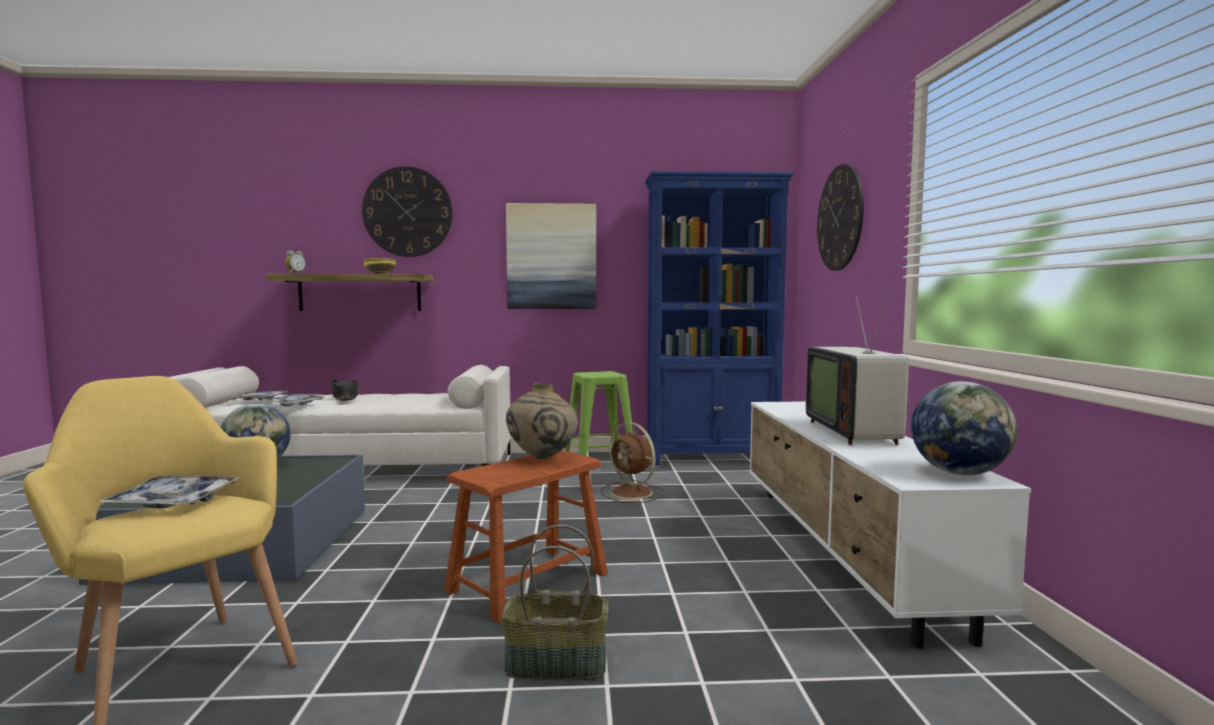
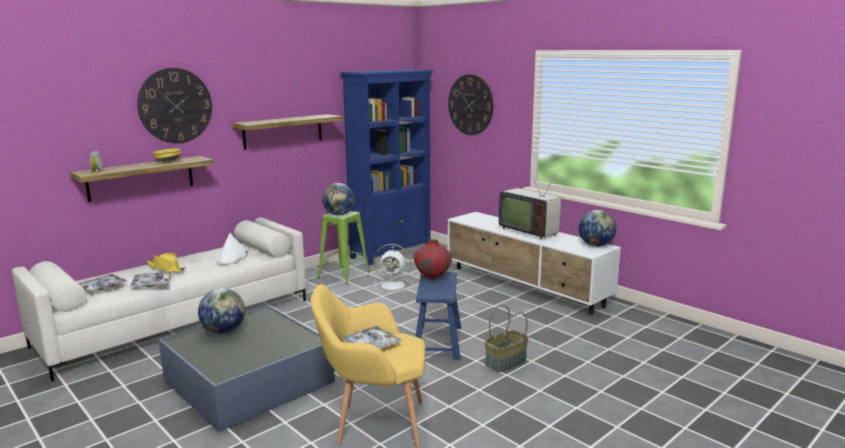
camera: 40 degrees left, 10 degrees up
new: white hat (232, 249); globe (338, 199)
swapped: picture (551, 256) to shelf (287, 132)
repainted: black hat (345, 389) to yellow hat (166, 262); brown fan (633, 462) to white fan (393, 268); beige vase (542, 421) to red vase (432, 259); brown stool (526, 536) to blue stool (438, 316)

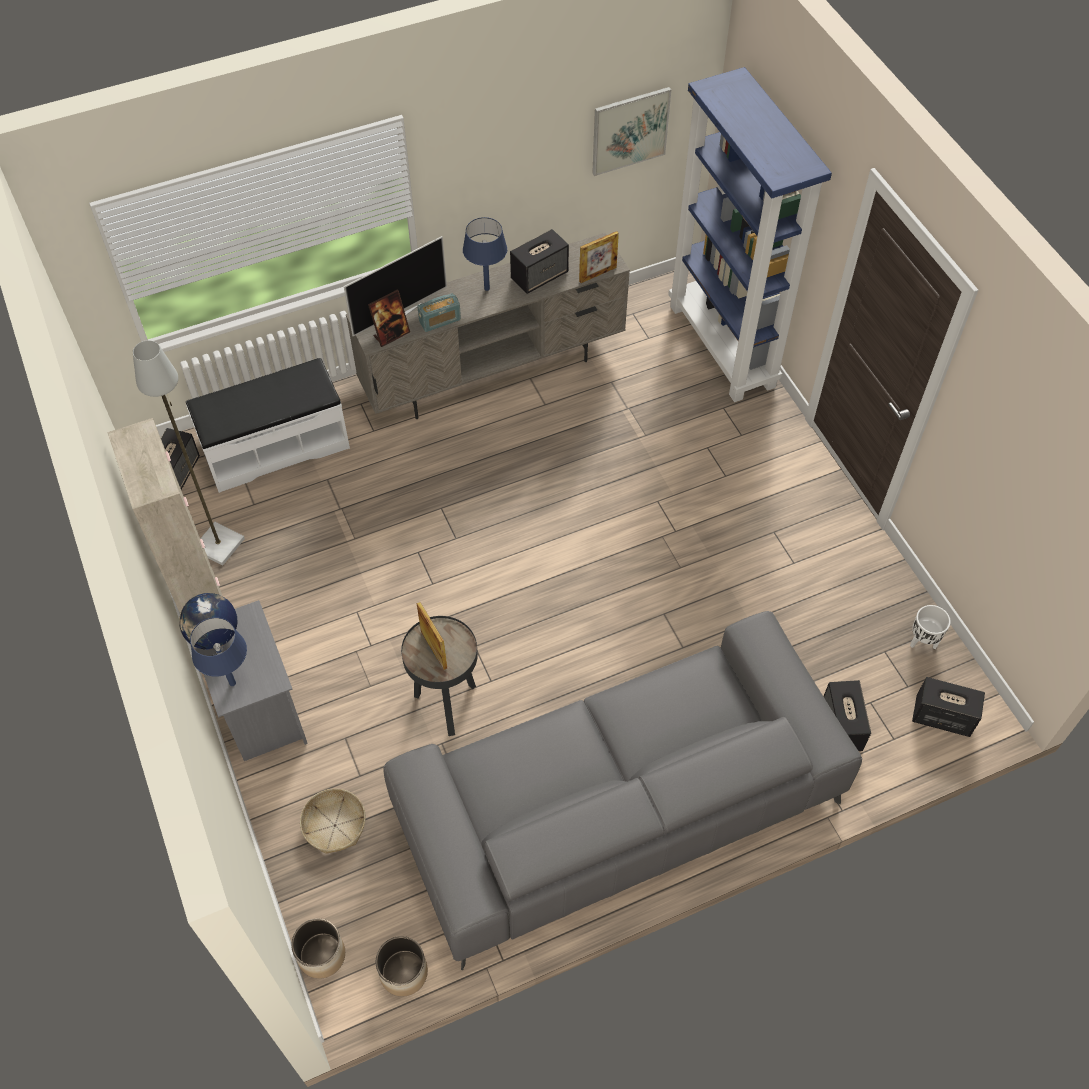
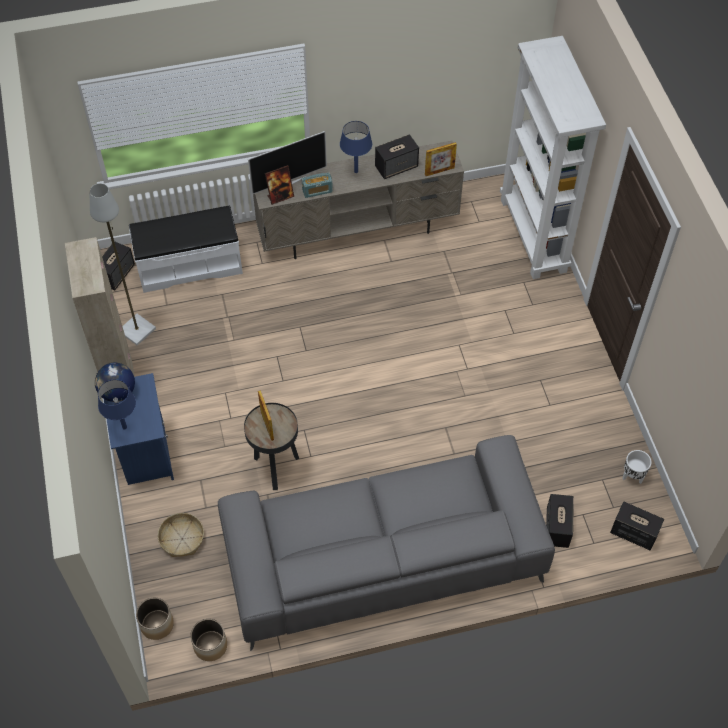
camera: 10 degrees right, 0 degrees up
gone: picture (631, 131)
repainted: grey nightstand (251, 680) to blue nightstand (139, 429); blue bookcase (750, 234) to white bookcase (553, 157)

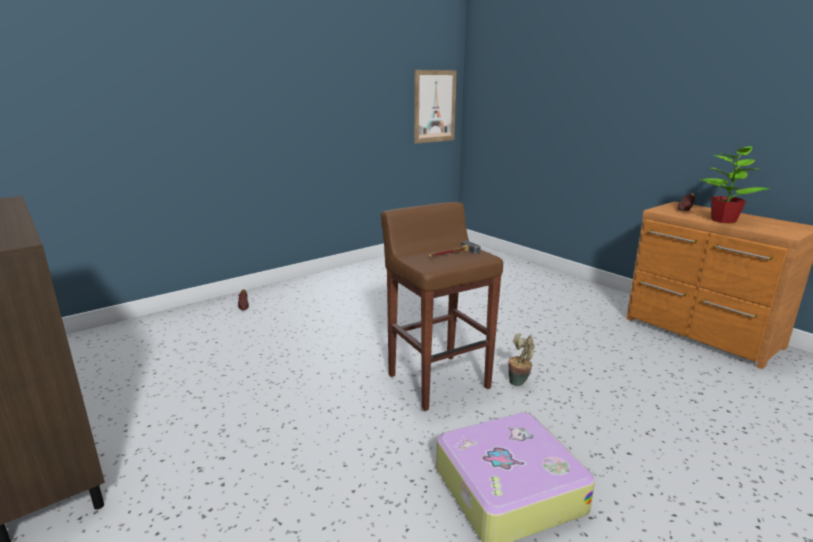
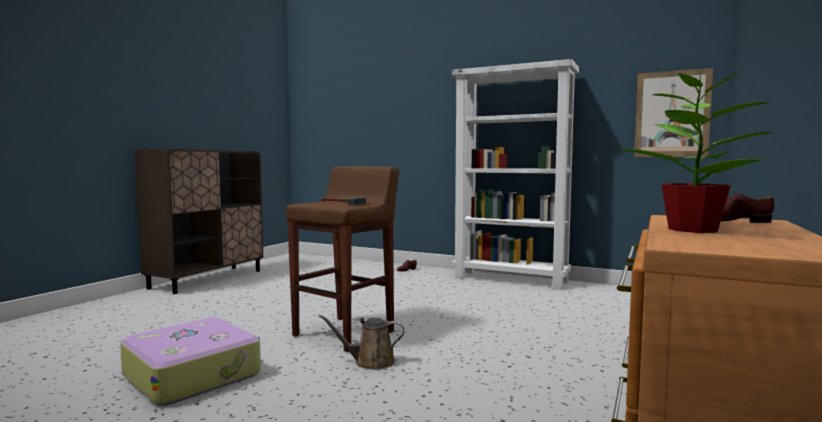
camera: 65 degrees right, 15 degrees down
new: white bookcase (515, 174)
swapped: potted plant (521, 359) to brown watering can (361, 342)

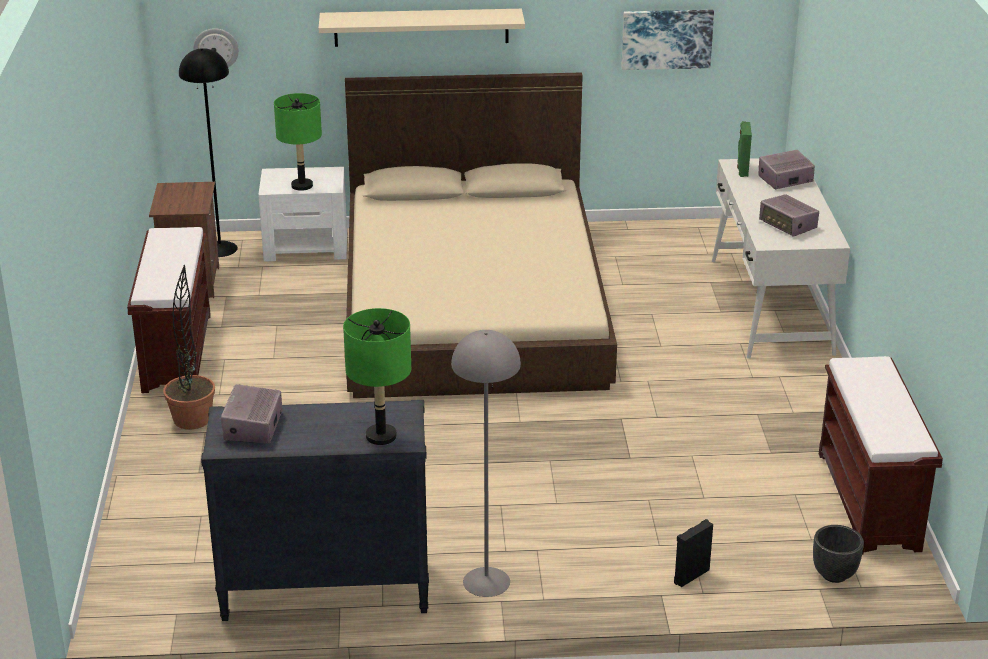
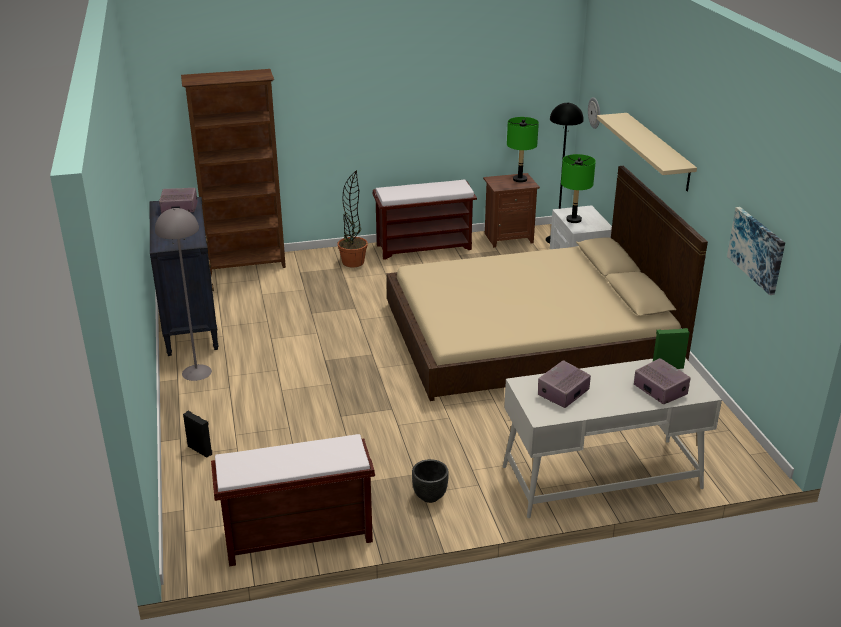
camera: 80 degrees right, 0 degrees up
new: brown bookcase (233, 172)
shifted: black planter (838, 554) to (430, 481); green table lamp (377, 376) to (523, 150)

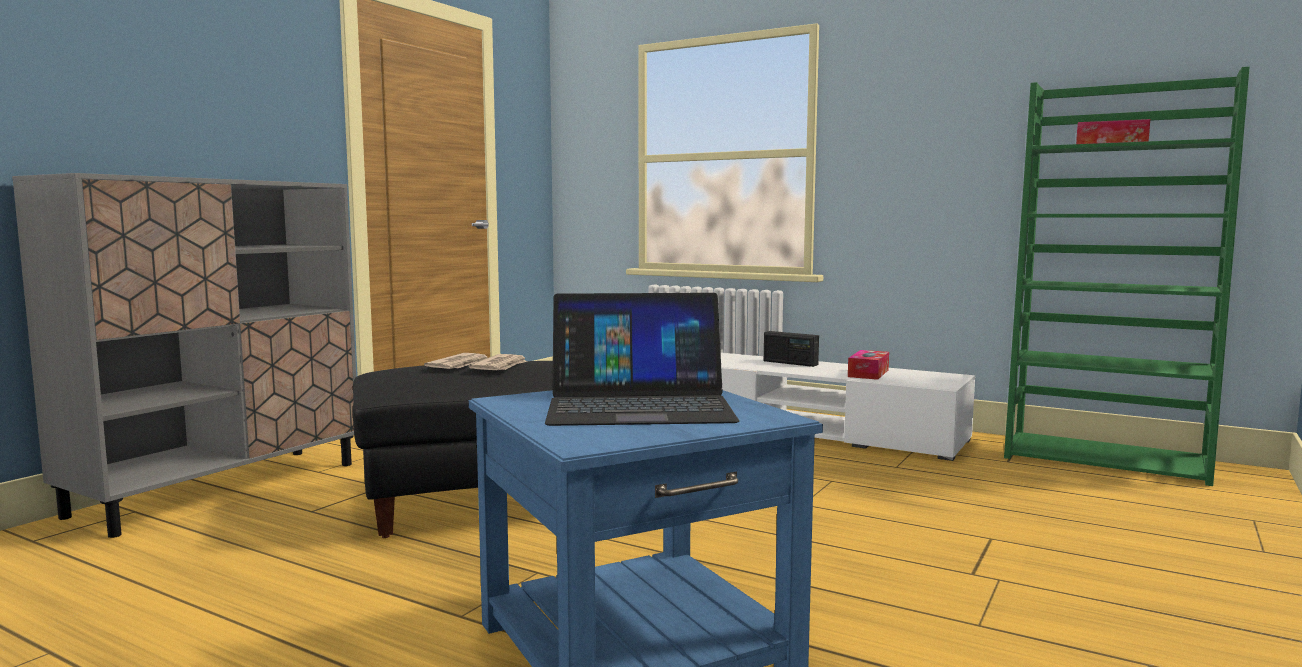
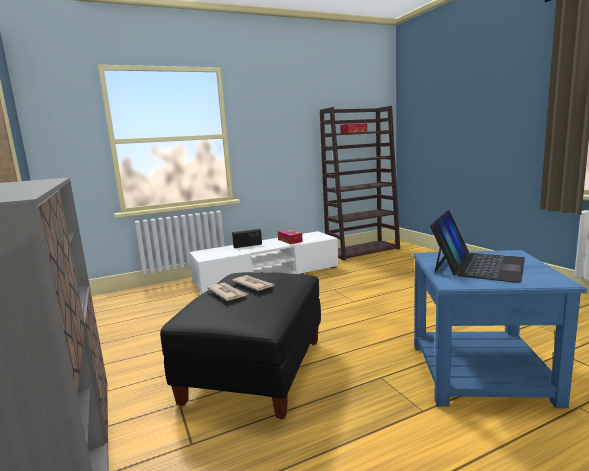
camera: 55 degrees left, 5 degrees up
repainted: green bookcase (1127, 276) to brown bookcase (360, 183)

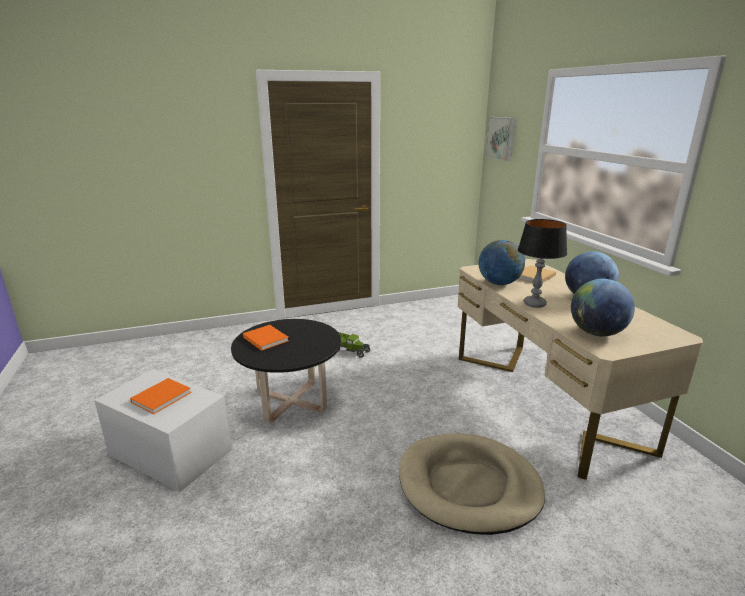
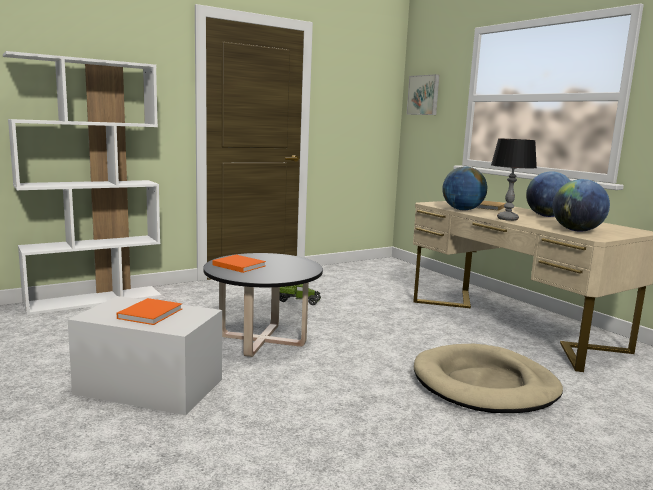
camera: 15 degrees left, 10 degrees down
new: white bookcase (82, 183)

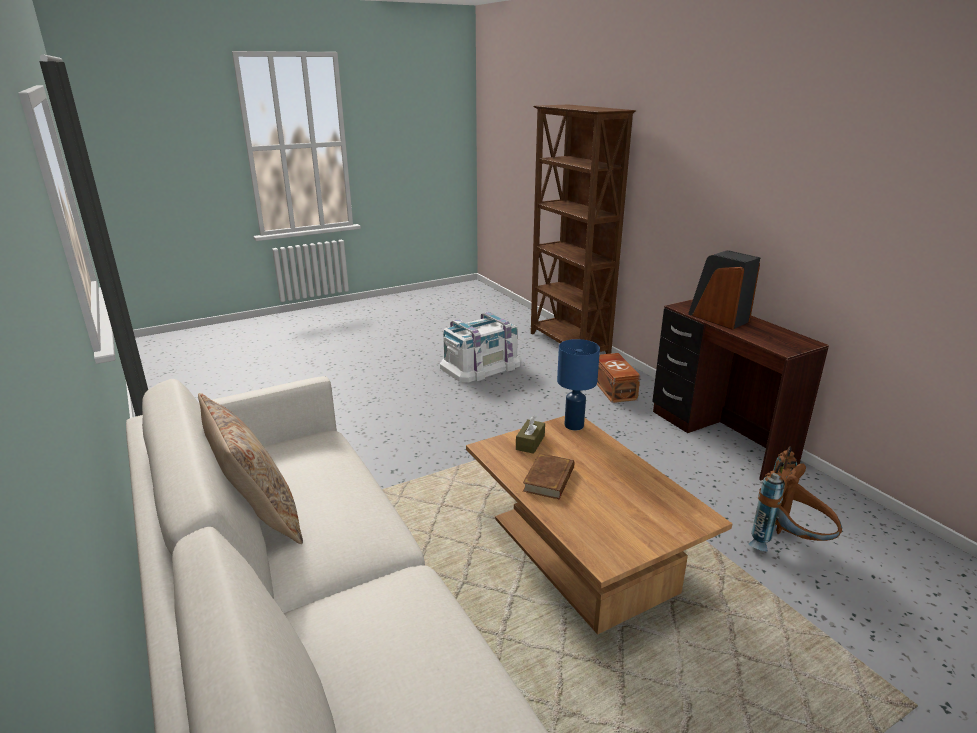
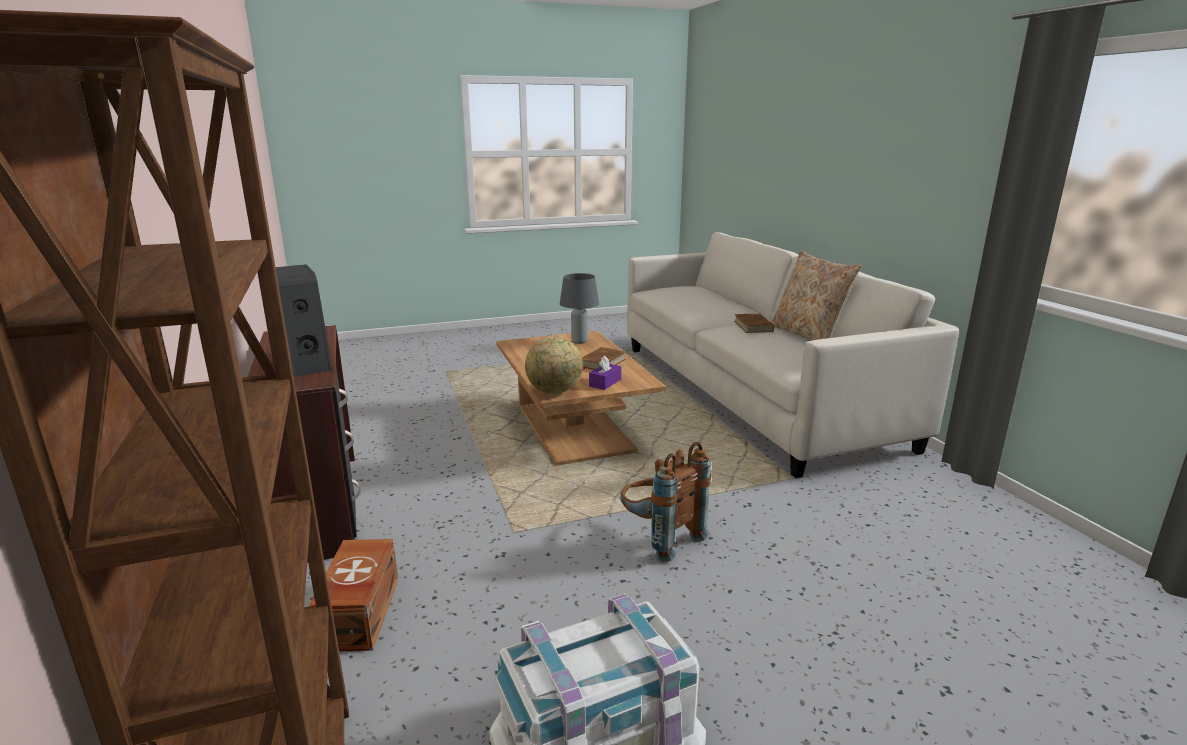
camera: 170 degrees left, 5 degrees down
new: grey table lamp (579, 308); brown book (754, 323)
shifted: brown backpack (795, 499) to (665, 502)
swapped: blue table lamp (578, 384) to globe (554, 365)
repainted: brown tissue box (530, 435) to purple tissue box (605, 372)

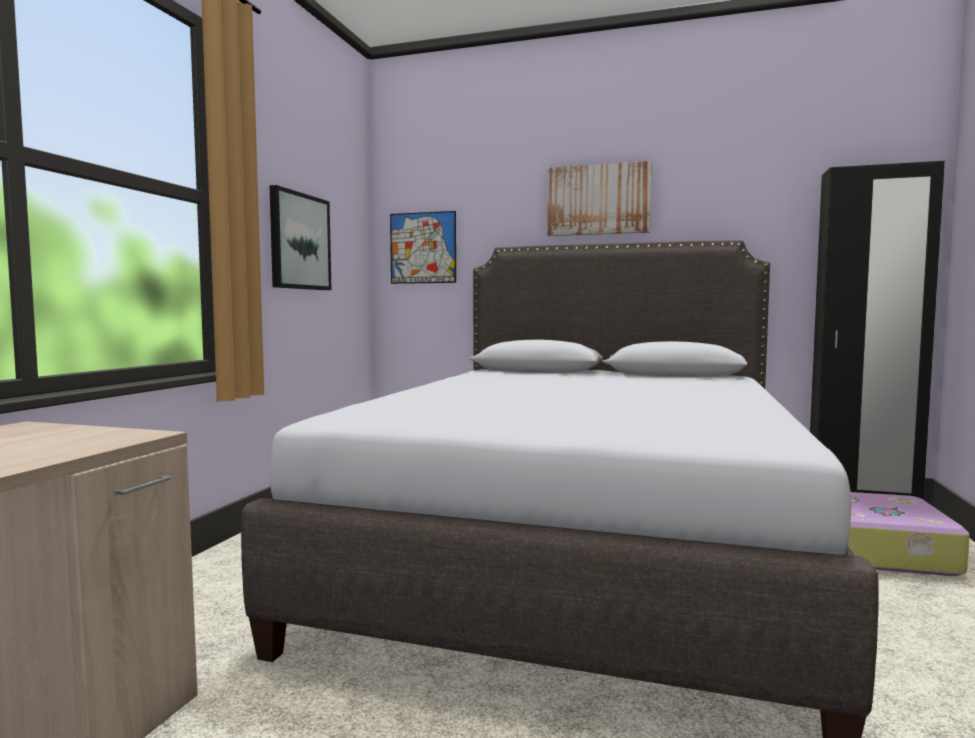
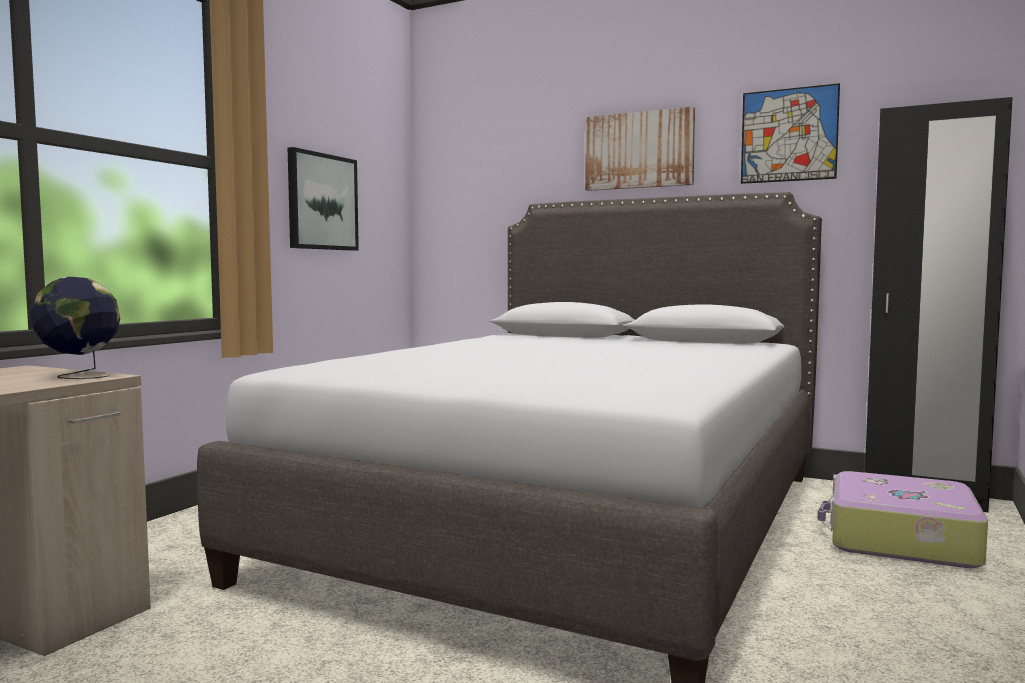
camera: 10 degrees right, 0 degrees up
new: globe (75, 328)
shifted: picture (423, 247) to (790, 133)

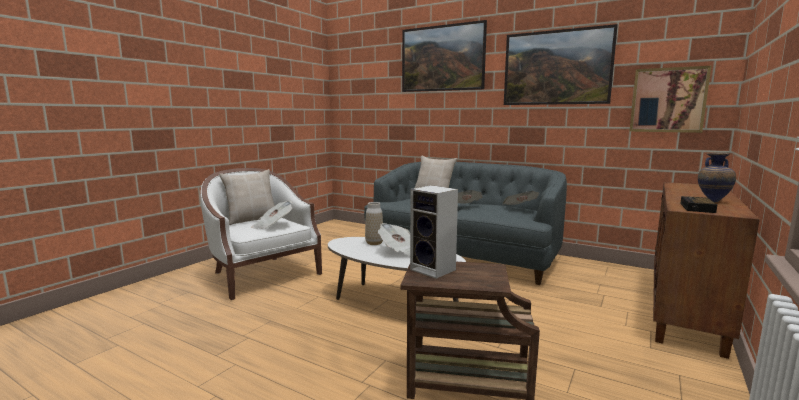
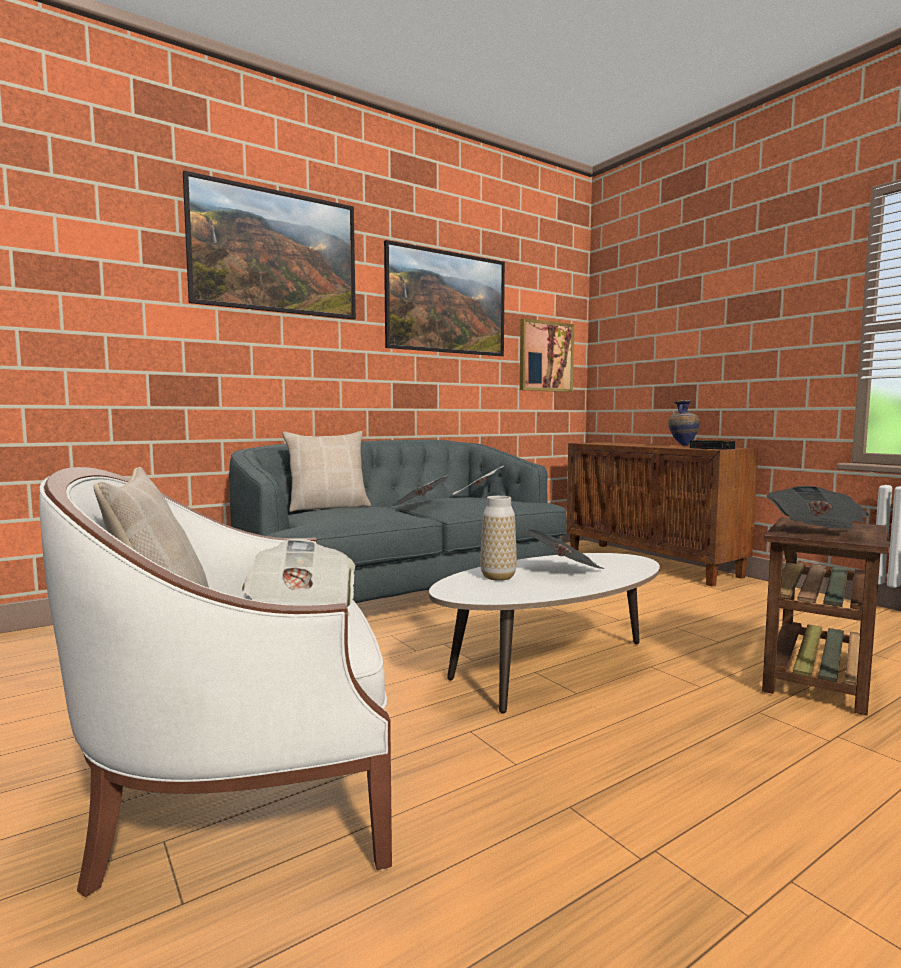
camera: 65 degrees left, 5 degrees down
swapped: speaker (434, 232) to newspaper (818, 507)

